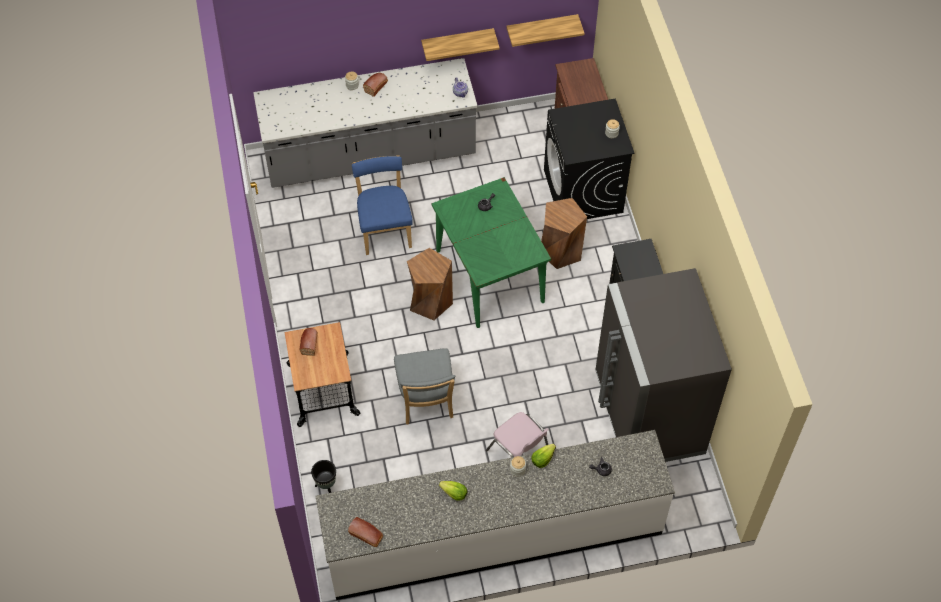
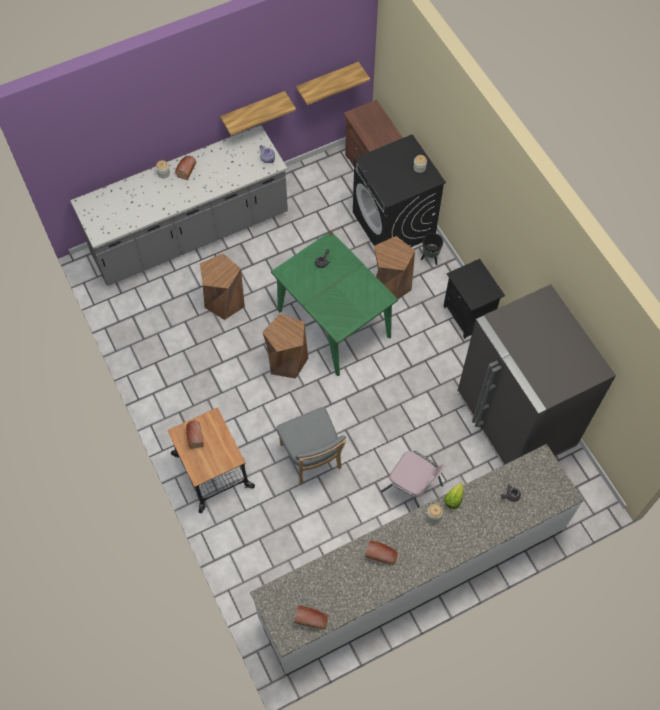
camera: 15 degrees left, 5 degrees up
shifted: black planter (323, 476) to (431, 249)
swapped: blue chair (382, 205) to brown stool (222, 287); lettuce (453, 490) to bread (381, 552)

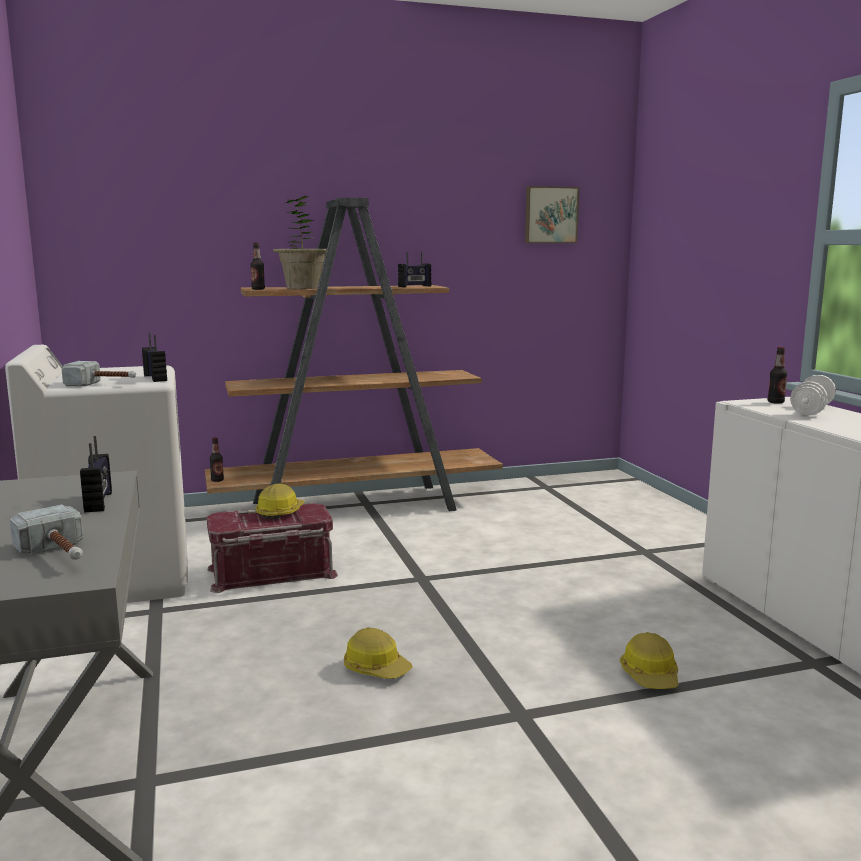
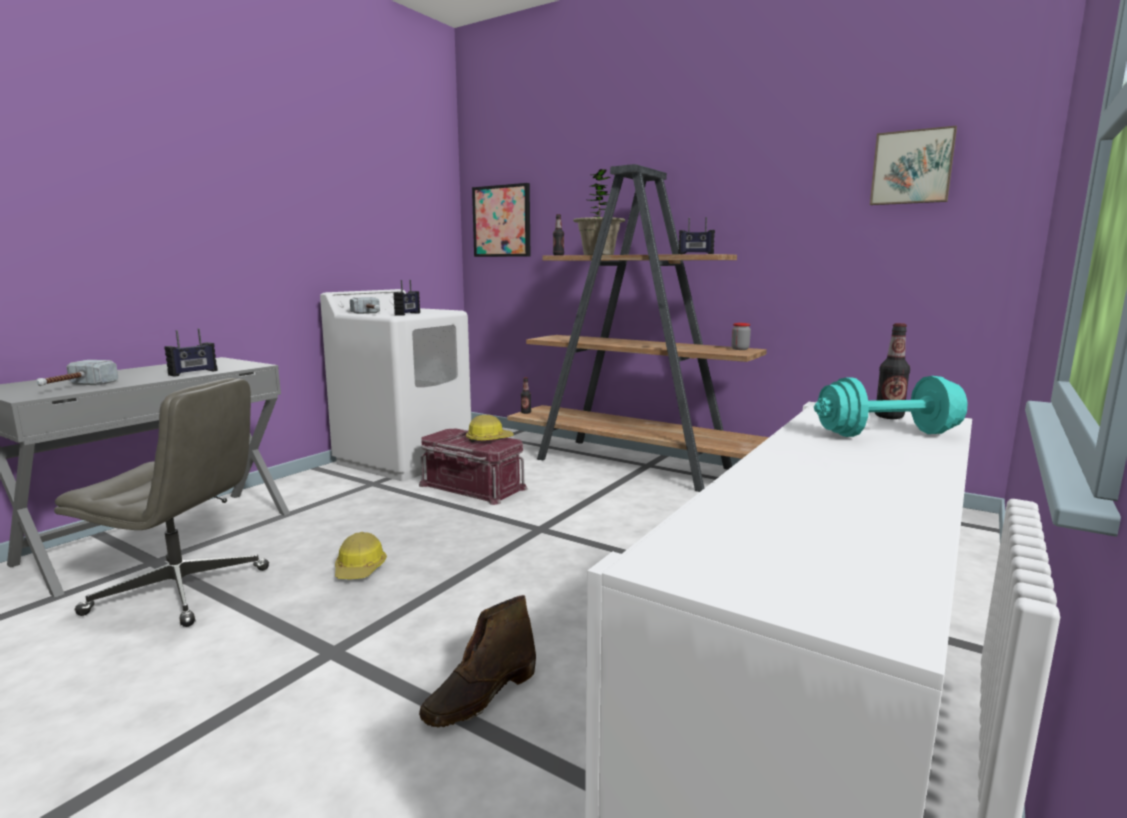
camera: 50 degrees right, 0 degrees up
new: grey office chair (161, 502); picture (501, 220); jar (741, 336)
swapped: hard hat (649, 660) to brown boot (477, 661)
repainted: white dumbbell (813, 395) to turquoise dumbbell (891, 406)

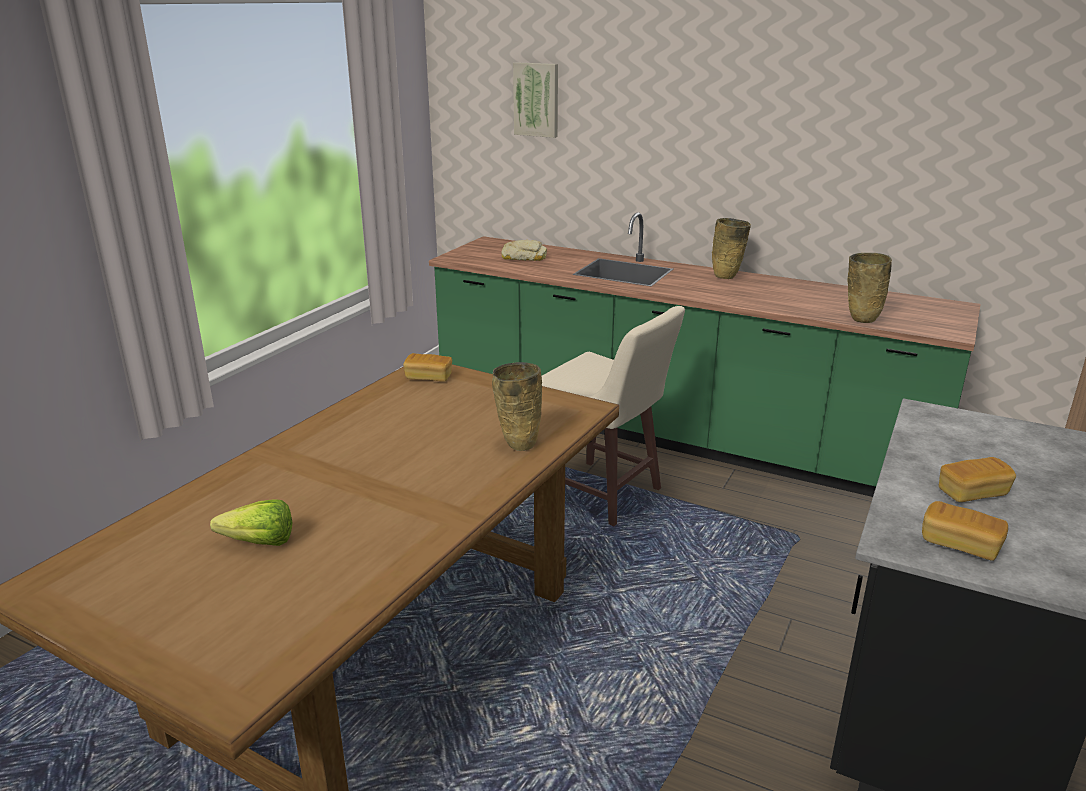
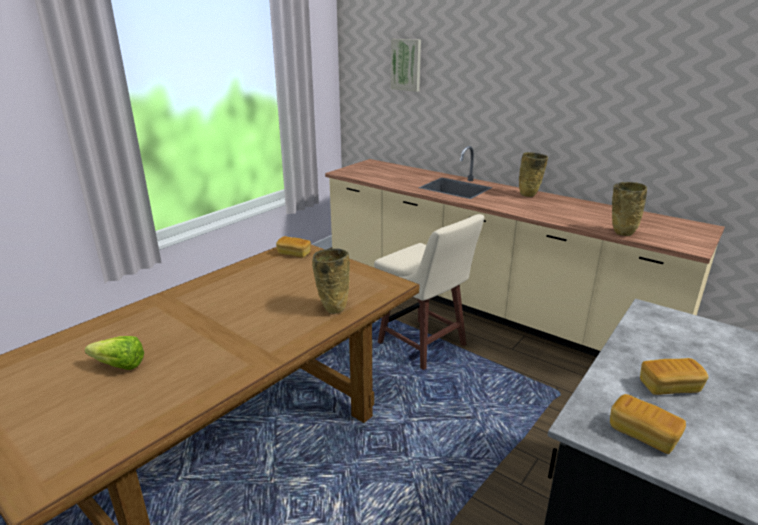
camera: 10 degrees right, 0 degrees up
gone: bread (524, 250)
repainted: green counter (704, 354) to beige counter (525, 251)

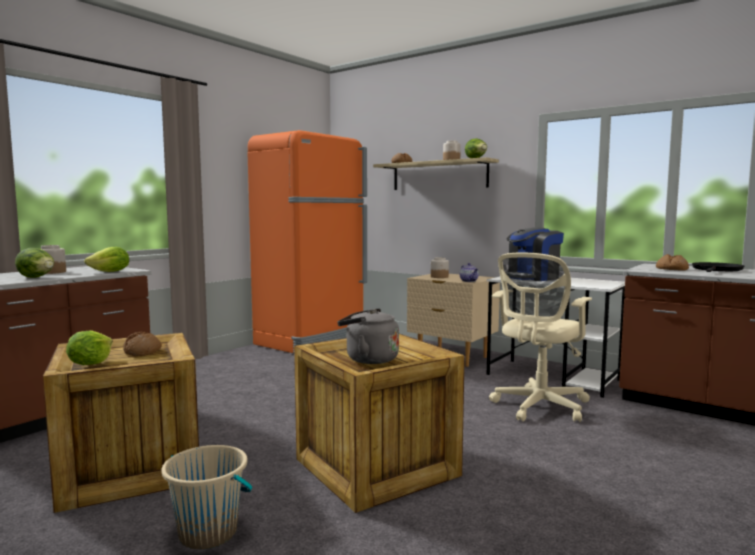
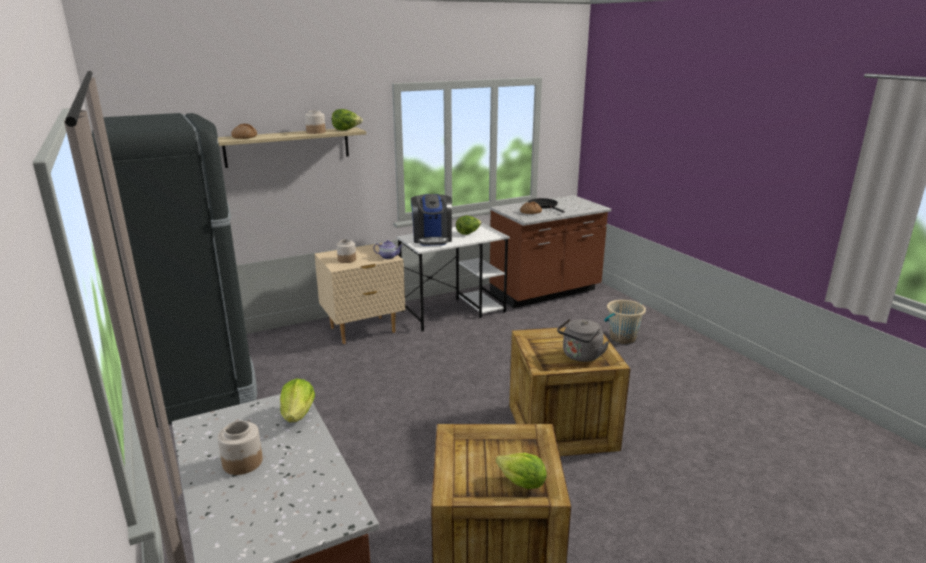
camera: 65 degrees left, 15 degrees up
gone: bread (142, 344); beige office chair (540, 337)
shifted: lettuce (34, 263) to (469, 225); beige bucket (206, 497) to (625, 322)
repainted: orange fridge (307, 241) to black fridge (174, 270)

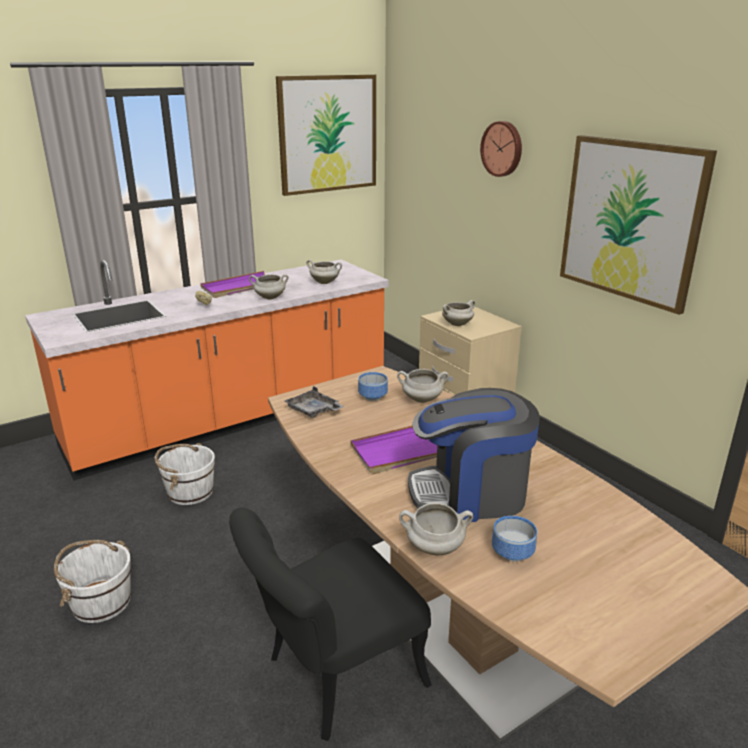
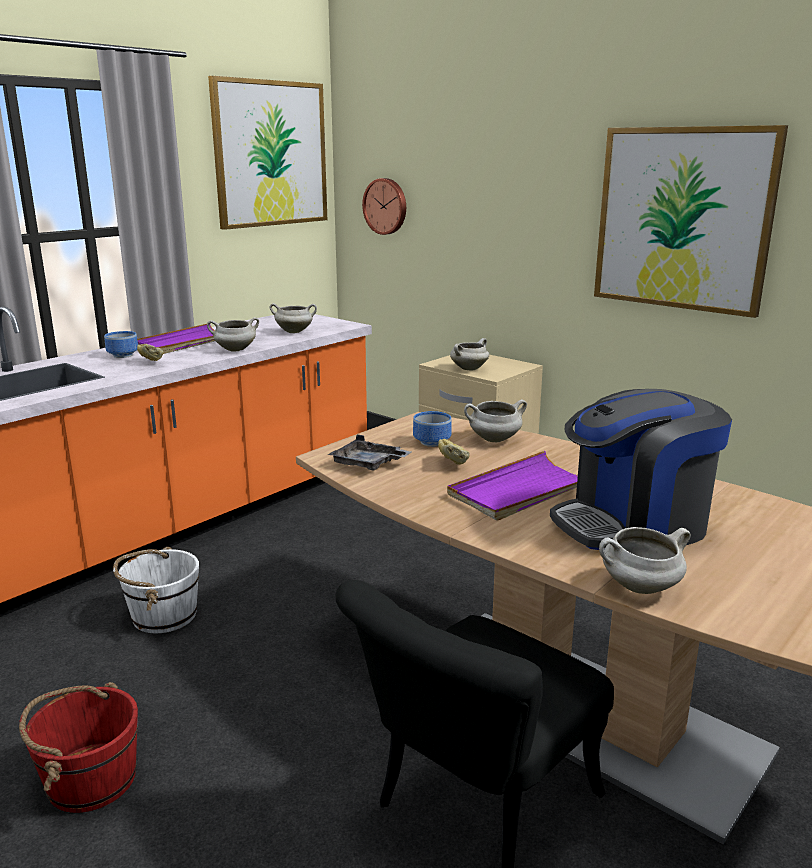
camera: 15 degrees left, 5 degrees down
new: bread (454, 452)
shifted: bowl (514, 539) to (121, 344); wall clock (501, 149) to (384, 206)
repainted: white bucket (92, 581) to red bucket (78, 747)

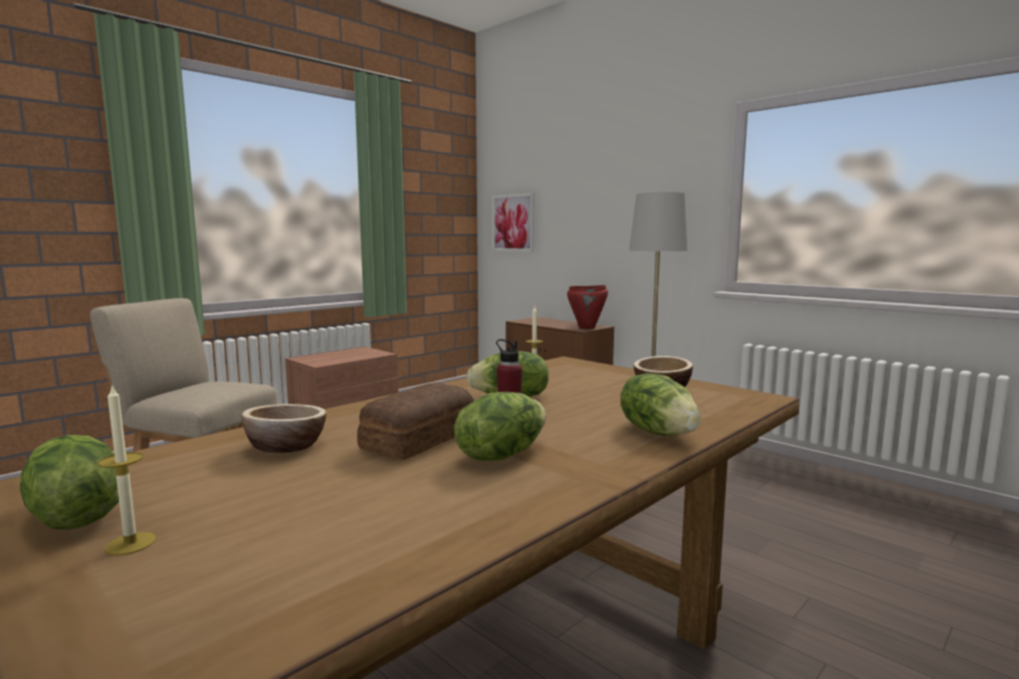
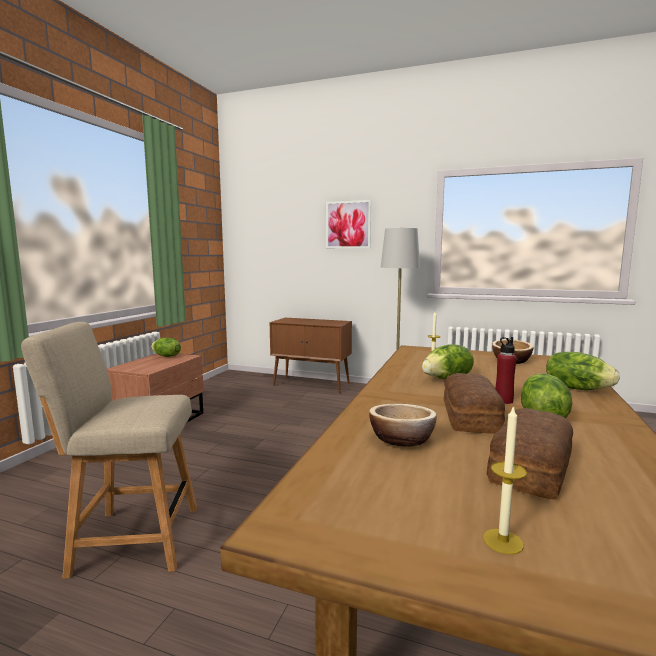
camera: 25 degrees left, 0 degrees up
gone: red cooking pot (587, 307)
new: bread (530, 454)
shifted: lettuce (69, 482) to (166, 347); picture (513, 222) to (348, 224)

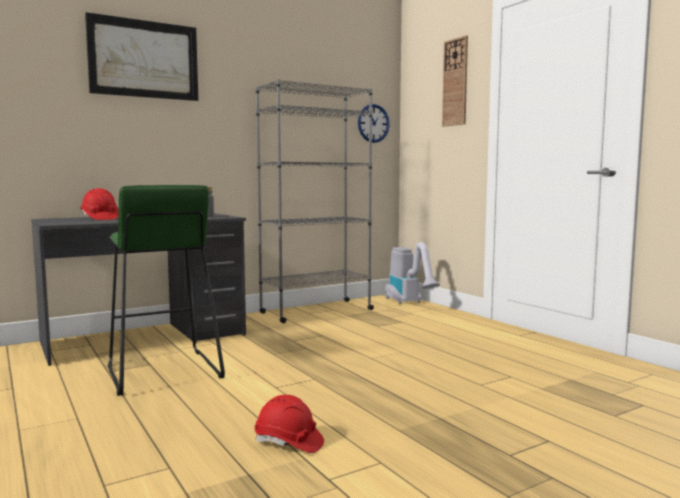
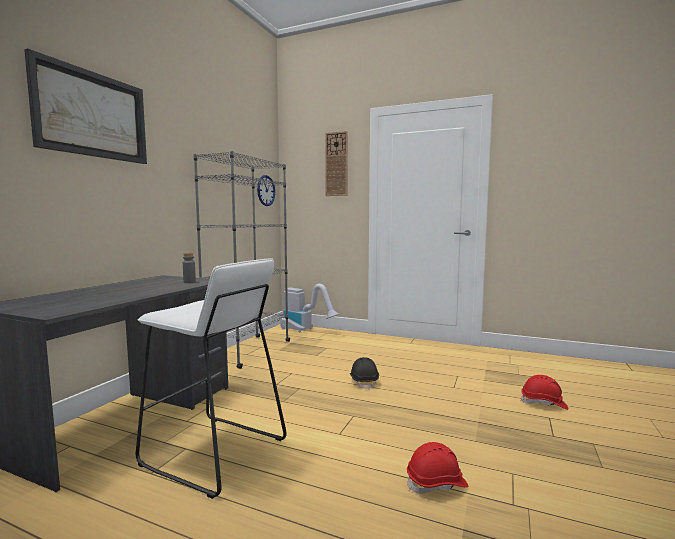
camera: 35 degrees left, 0 degrees up
new: black hard hat (364, 373)
shifted: red hard hat (99, 204) to (544, 392)
repainted: green stool (166, 290) to white stool (211, 378)

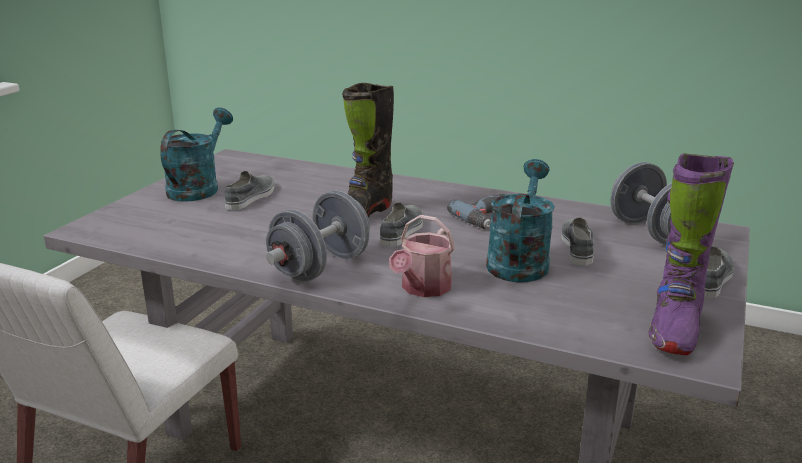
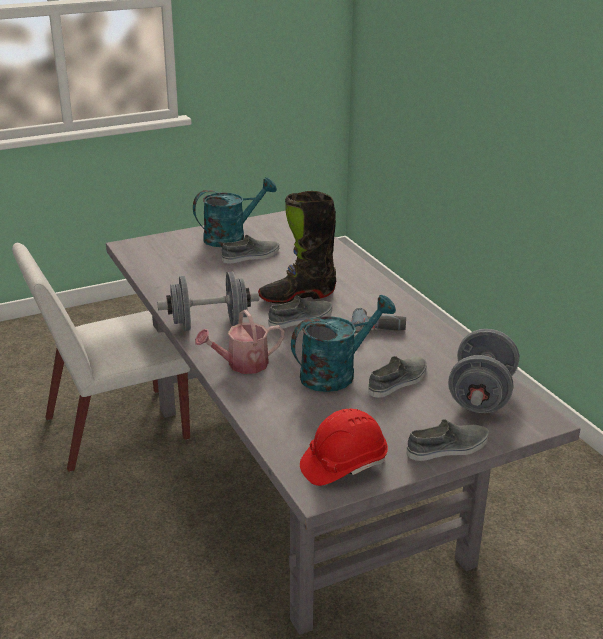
camera: 40 degrees right, 5 degrees up
swapped: purple boot (691, 254) to red hard hat (344, 447)

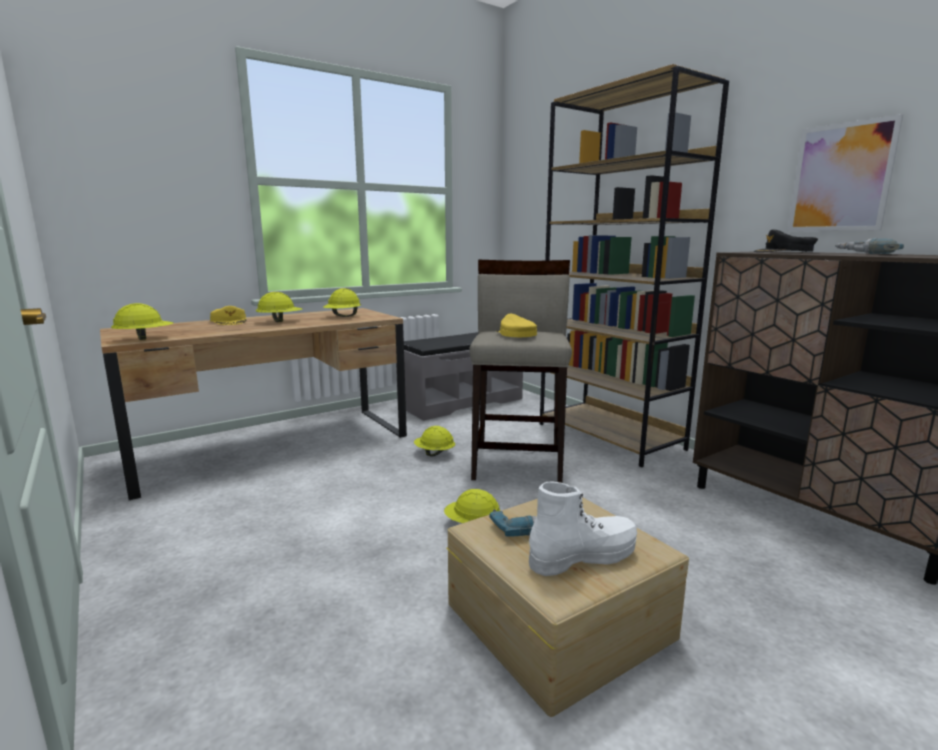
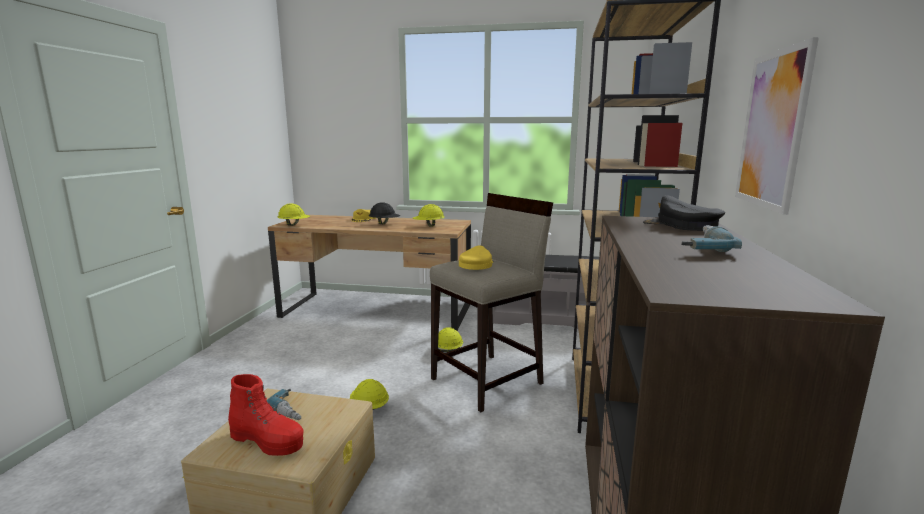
camera: 45 degrees right, 0 degrees up
repainted: white boot (583, 528) to red boot (265, 415); yellow hard hat (279, 307) to black hard hat (385, 213)

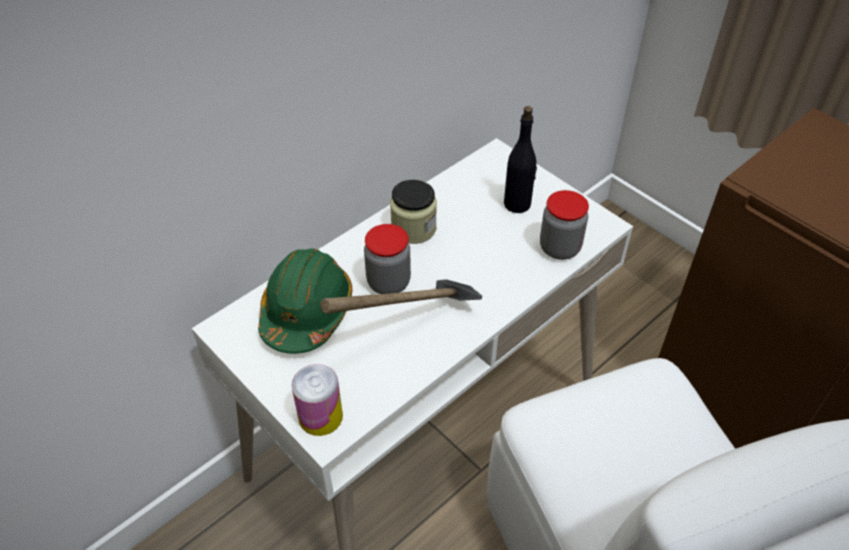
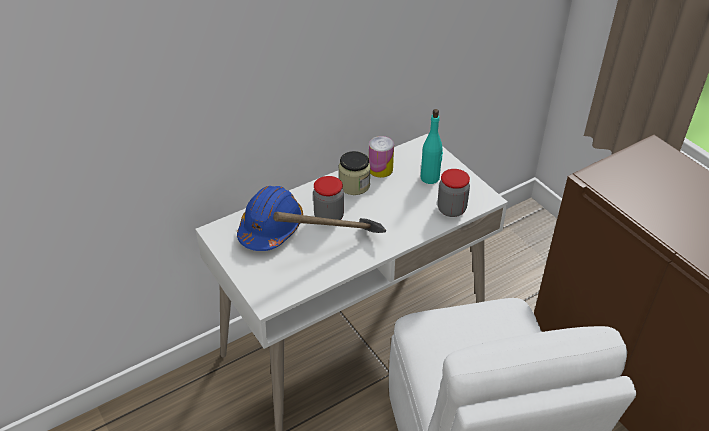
camera: 10 degrees right, 5 degrees down
shifted: can (317, 400) to (381, 157)
repainted: green hard hat (305, 301) to blue hard hat (270, 218); black bottle (520, 159) to turquoise bottle (432, 146)

